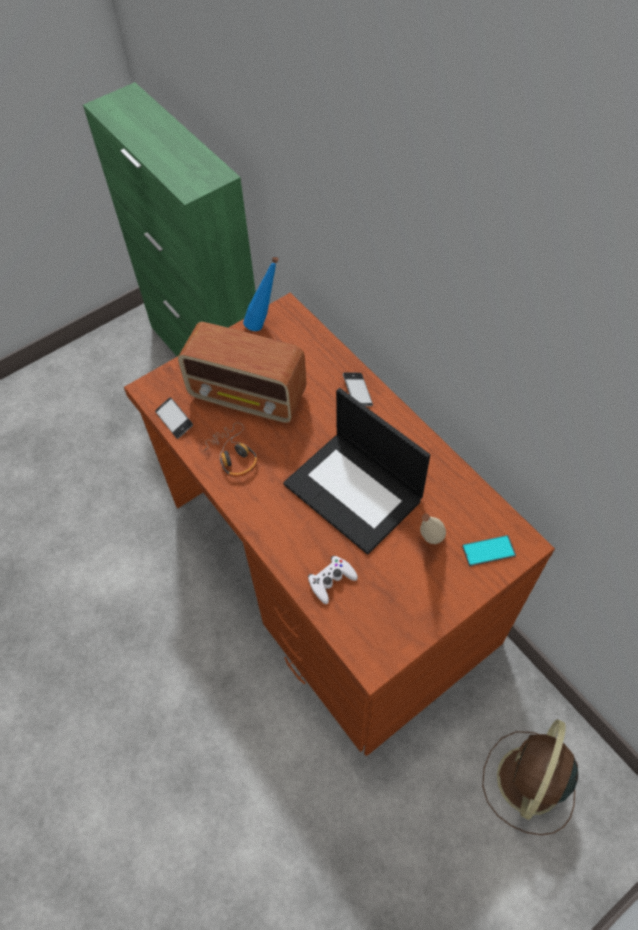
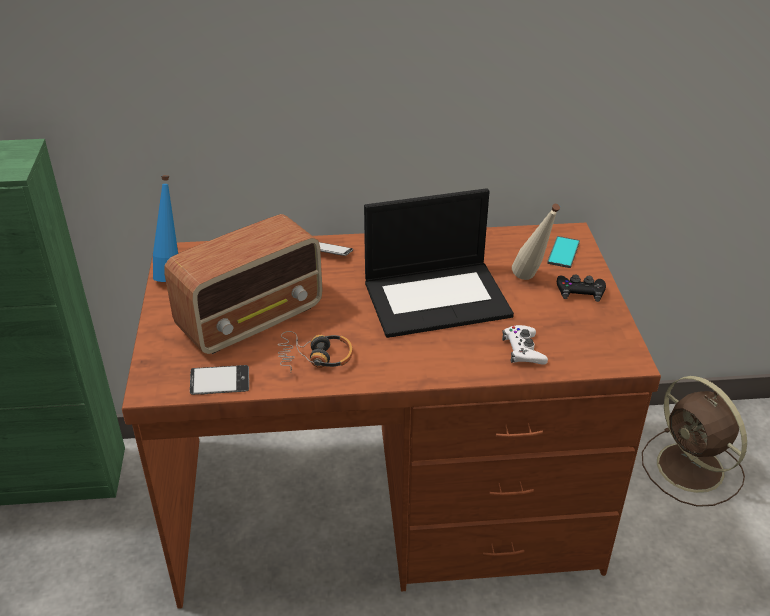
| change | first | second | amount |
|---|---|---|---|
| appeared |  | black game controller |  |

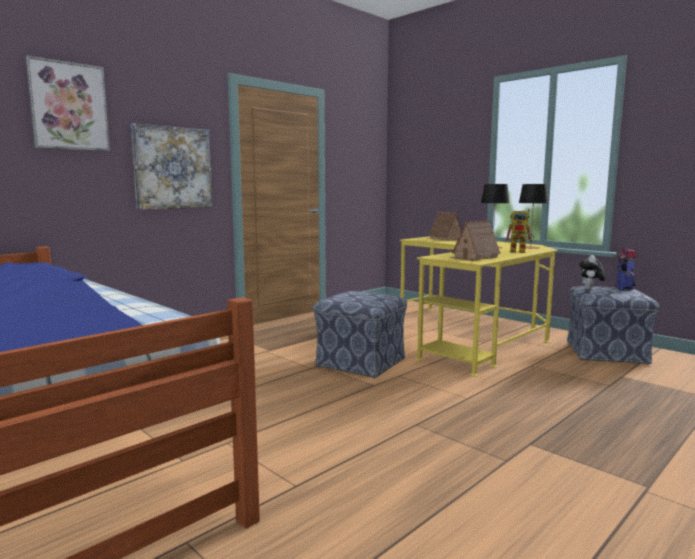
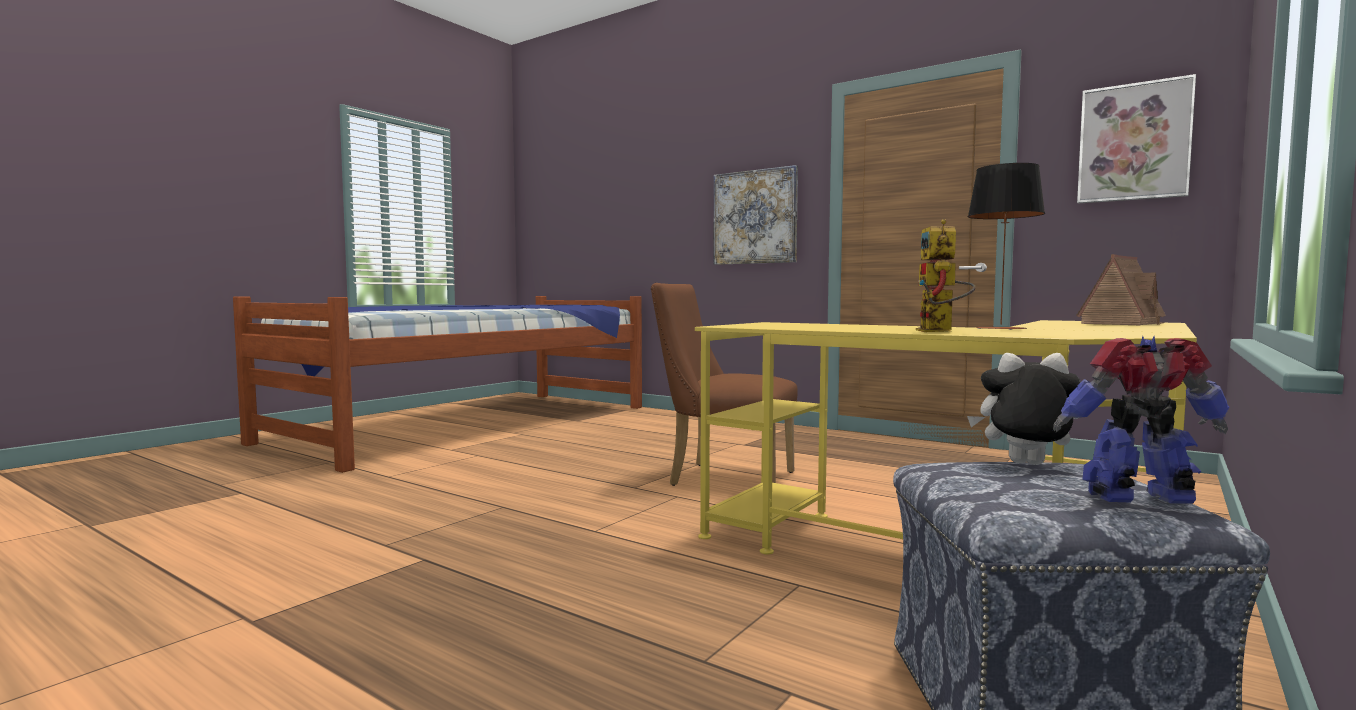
| change | first | second | amount |
|---|---|---|---|
| exchanged | ottoman (no. 1 from left) | brown chair |  |
| relocated | picture (no. 1 from left in the first image) | picture (no. 2 from left) |  |
| missing | toy house (no. 2 from left) |  |  |
| missing | table lamp (no. 2 from left) |  |  |

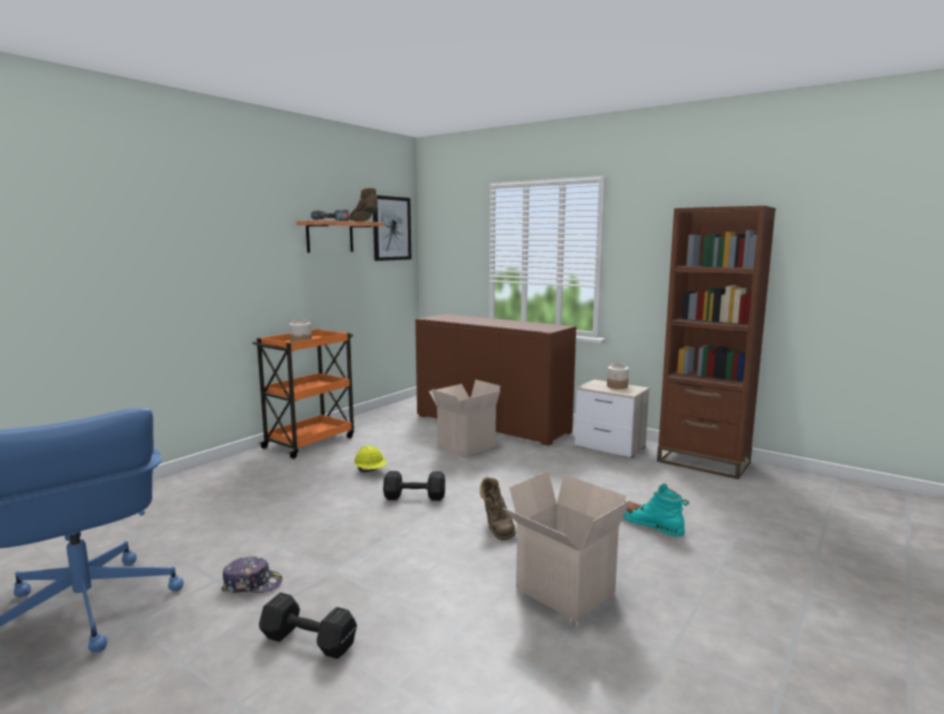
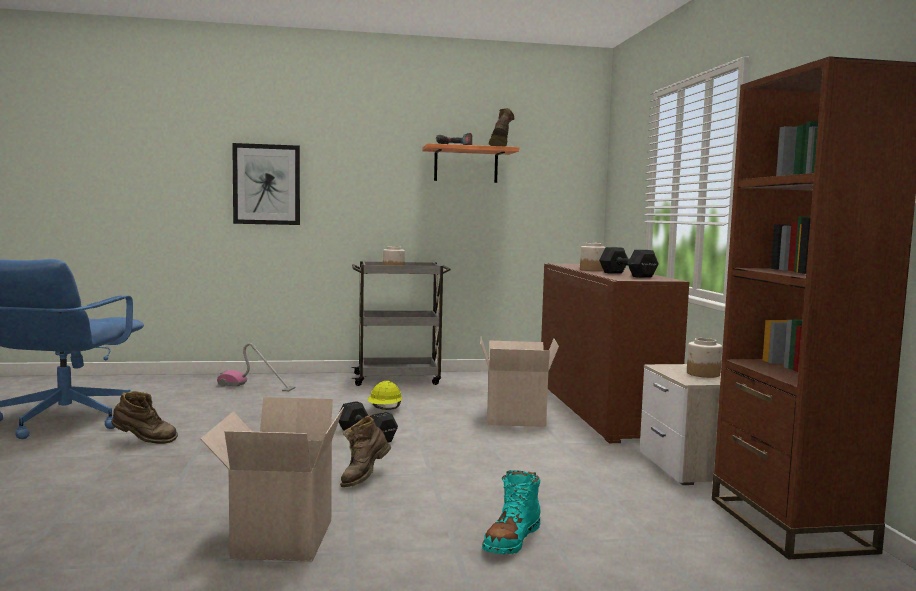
| change | first | second | amount |
|---|---|---|---|
| exchanged | cap | brown boot (no. 1 from left) |  |
| appeared |  | vacuum cleaner |  |
| relocated | picture |  |  |
| colour | orange cart | grey cart |  |
| spun | turquoise boot |  | 150 degrees counterclockwise |
| appeared |  | jar (no. 2 from left) |  |
| relocated | black dumbbell (no. 1 from left in the first image) | black dumbbell (no. 2 from left) |  |

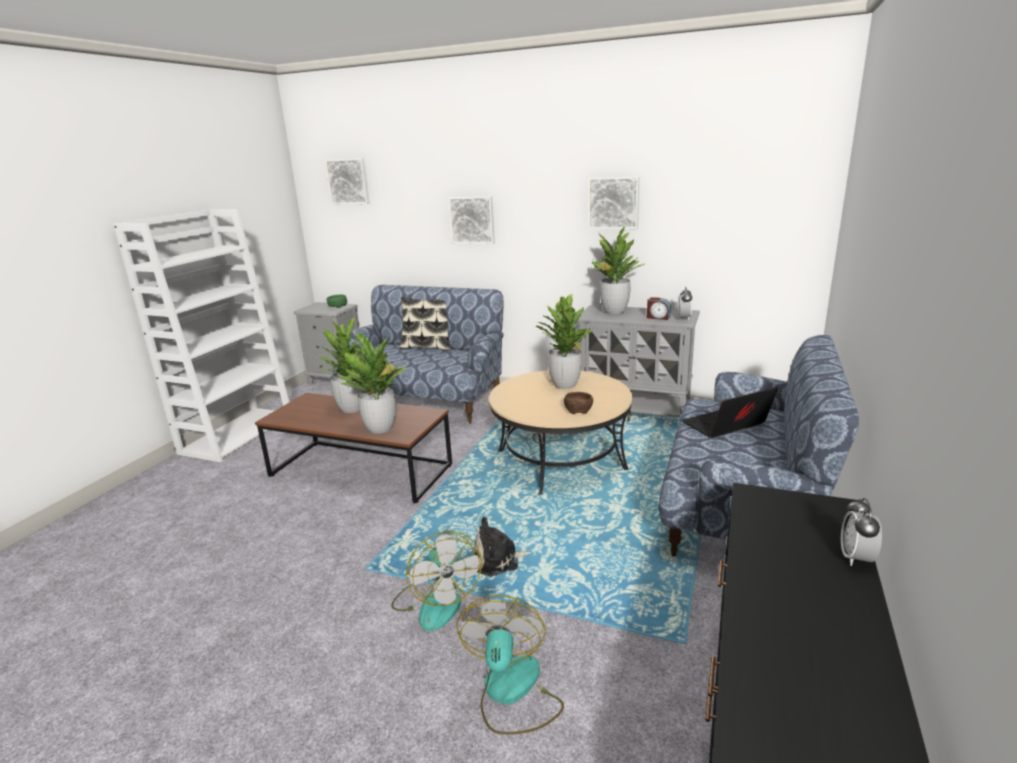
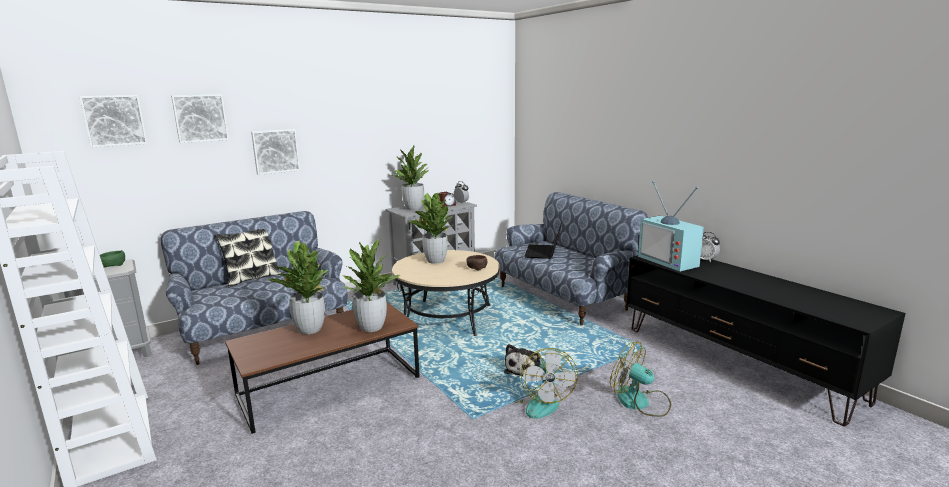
| change | first | second | amount |
|---|---|---|---|
| relocated | picture (no. 3 from left in the first image) | picture (no. 2 from left) |  |
| spun | fan (no. 1 from left) |  | 75 degrees clockwise |
| appeared |  | television |  |

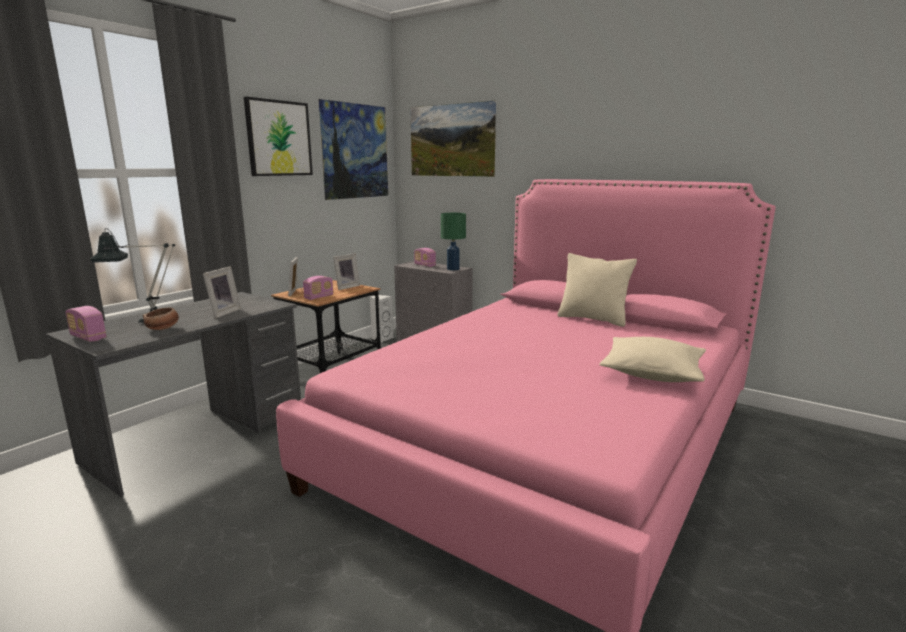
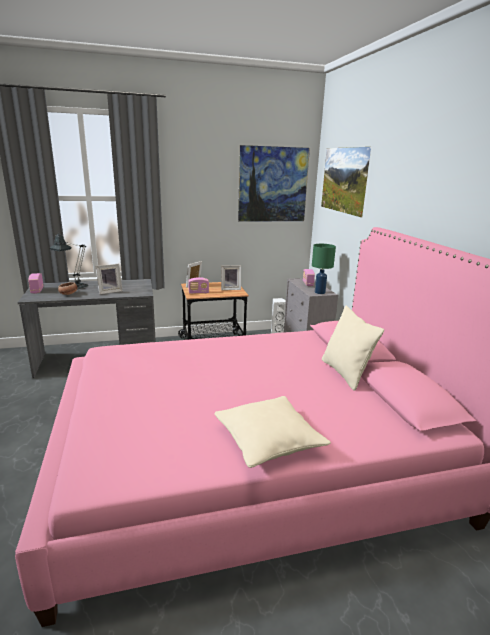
| change | first | second | amount |
|---|---|---|---|
| missing | picture (no. 1 from left) |  |  |

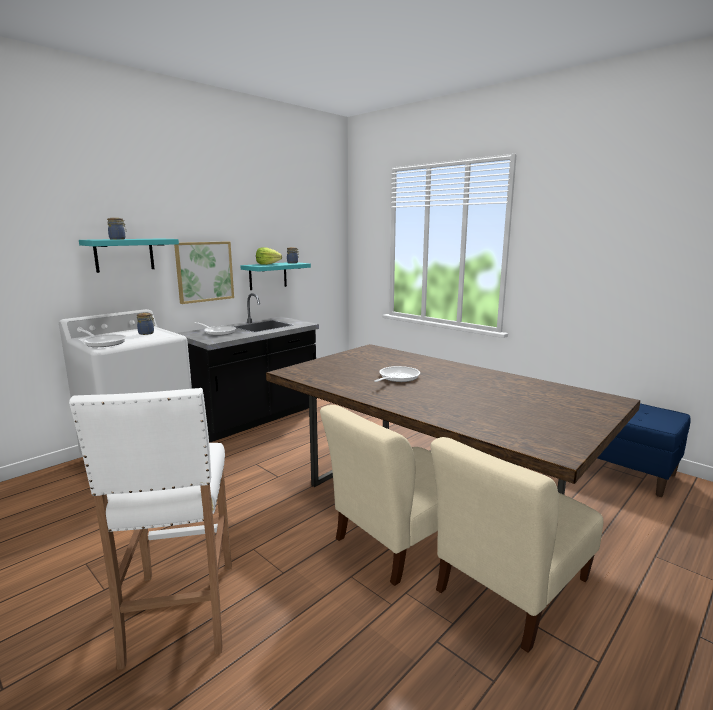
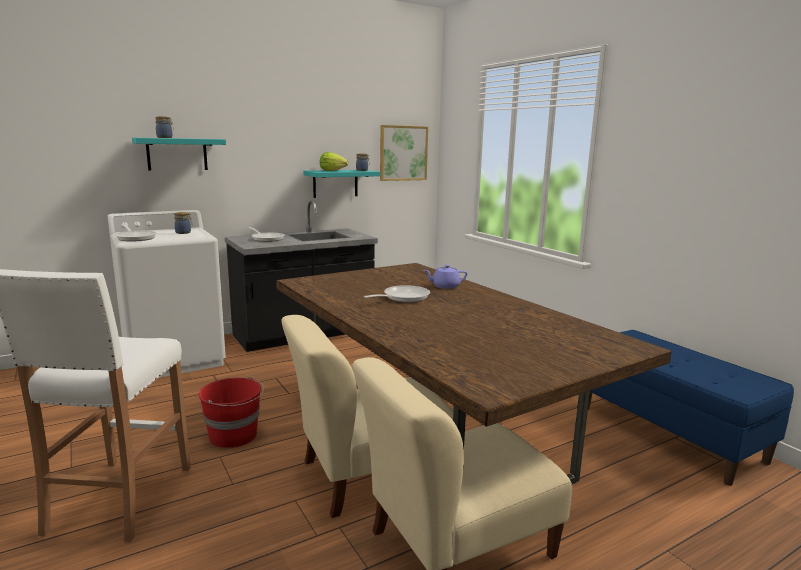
| change | first | second | amount |
|---|---|---|---|
| appeared |  | red bucket |  |
| relocated | picture |  |  |
| appeared |  | purple teapot |  |

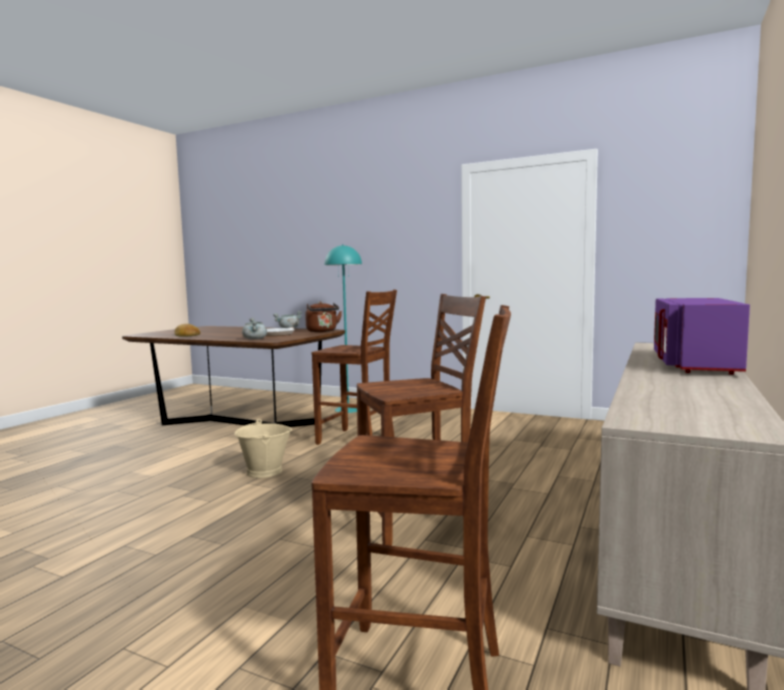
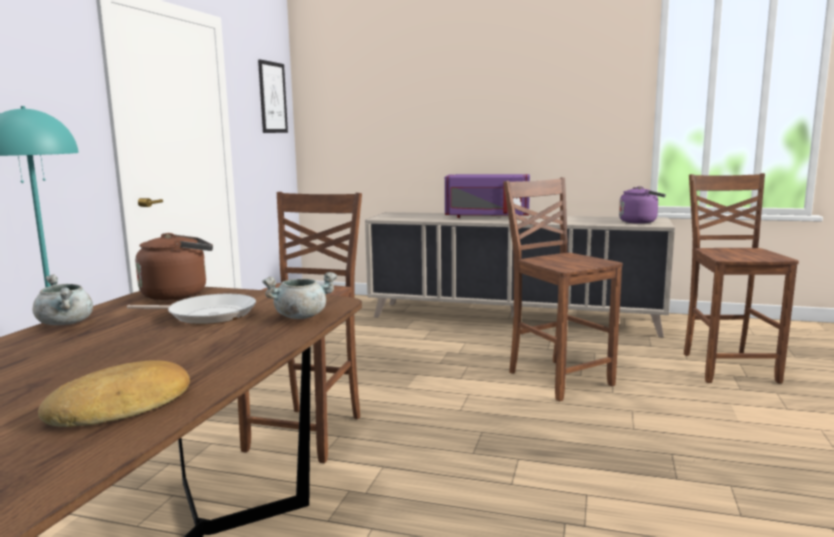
| change | first | second | amount |
|---|---|---|---|
| appeared |  | picture |  |
| appeared |  | purple kettle |  |
| missing | beige bucket |  |  |

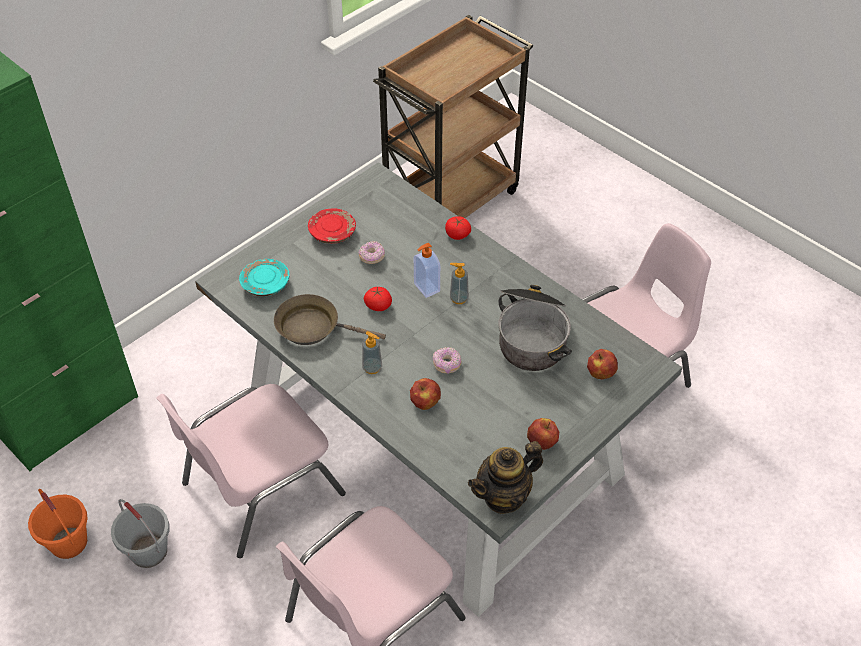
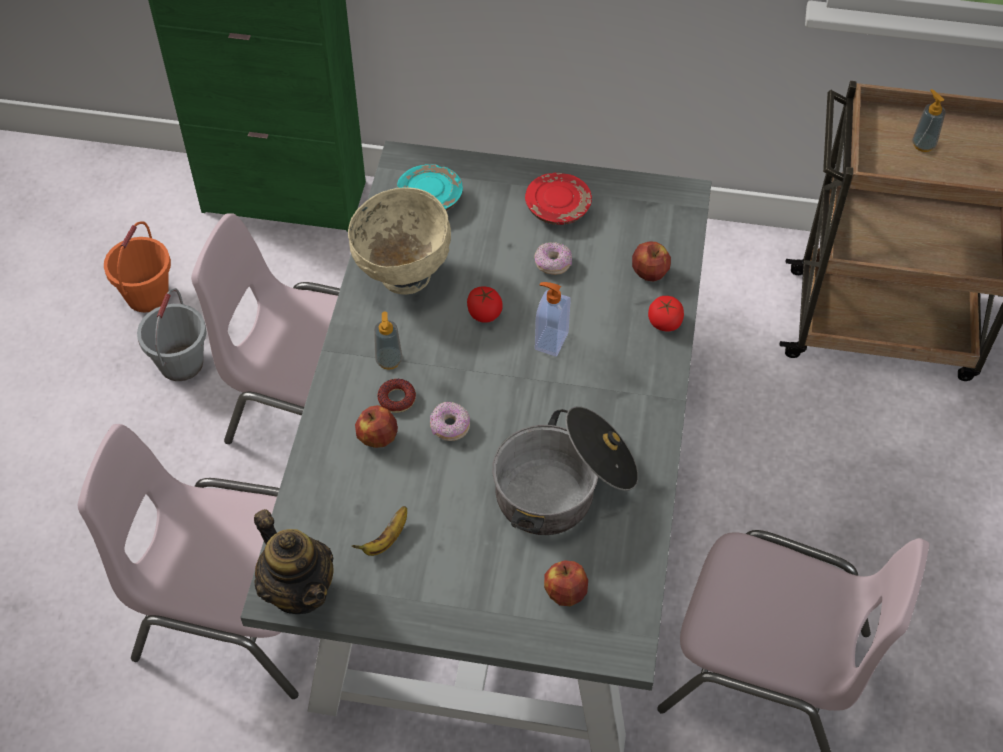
| change | first | second | amount |
|---|---|---|---|
| spun | teapot |  | 150 degrees counterclockwise |
| exchanged | brown frying pan | beige bowl |  |
| appeared |  | banana |  |
| appeared |  | donut (no. 1 from left) |  |
| relocated | apple (no. 2 from left in the first image) | apple (no. 3 from left) |  |
| relocated | soap dispenser (no. 3 from left) |  |  |

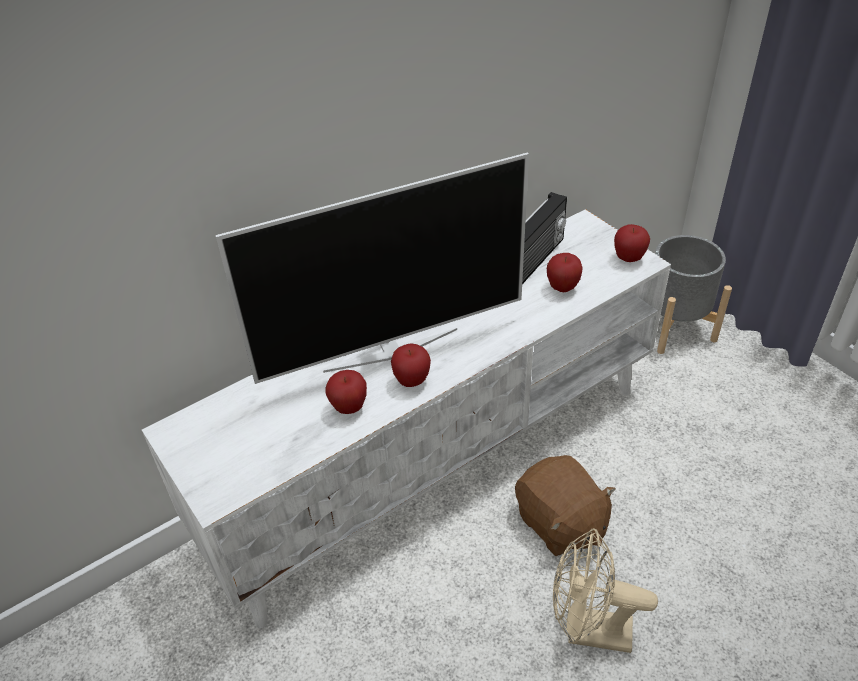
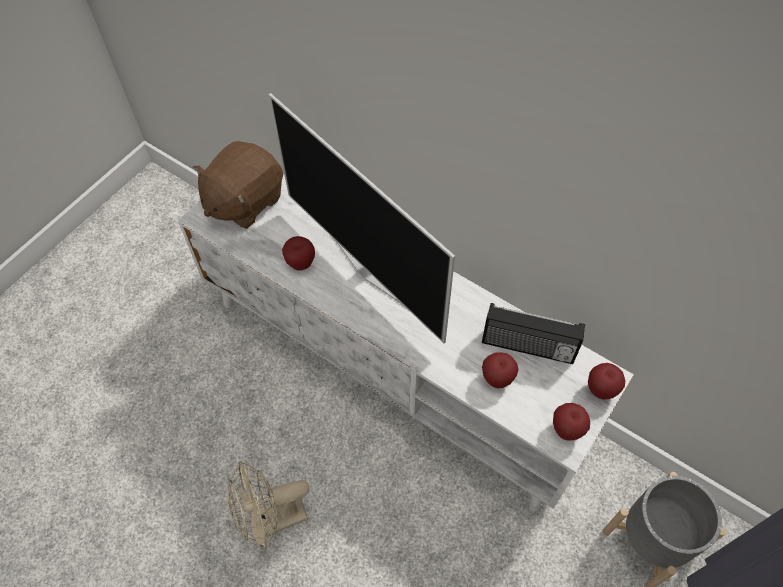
| change | first | second | amount |
|---|---|---|---|
| relocated | brown plush toy |  |  |
| spun | beige fan |  | 105 degrees counterclockwise |
| relocated | apple (no. 2 from left in the first image) | apple (no. 4 from left) |  |

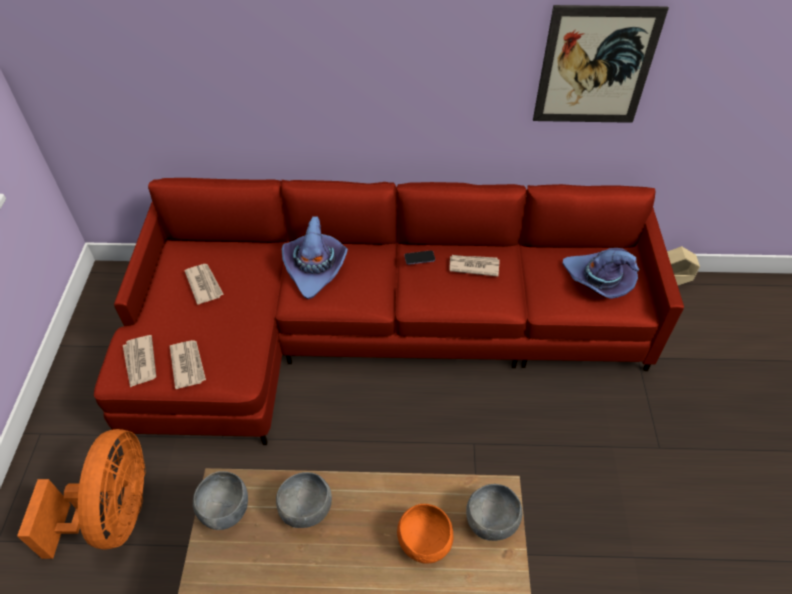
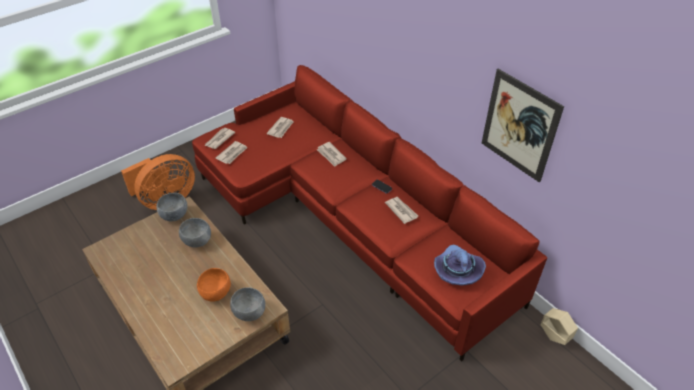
| change | first | second | amount |
|---|---|---|---|
| exchanged | purple hat (no. 1 from left) | newspaper (no. 4 from left) |  |

